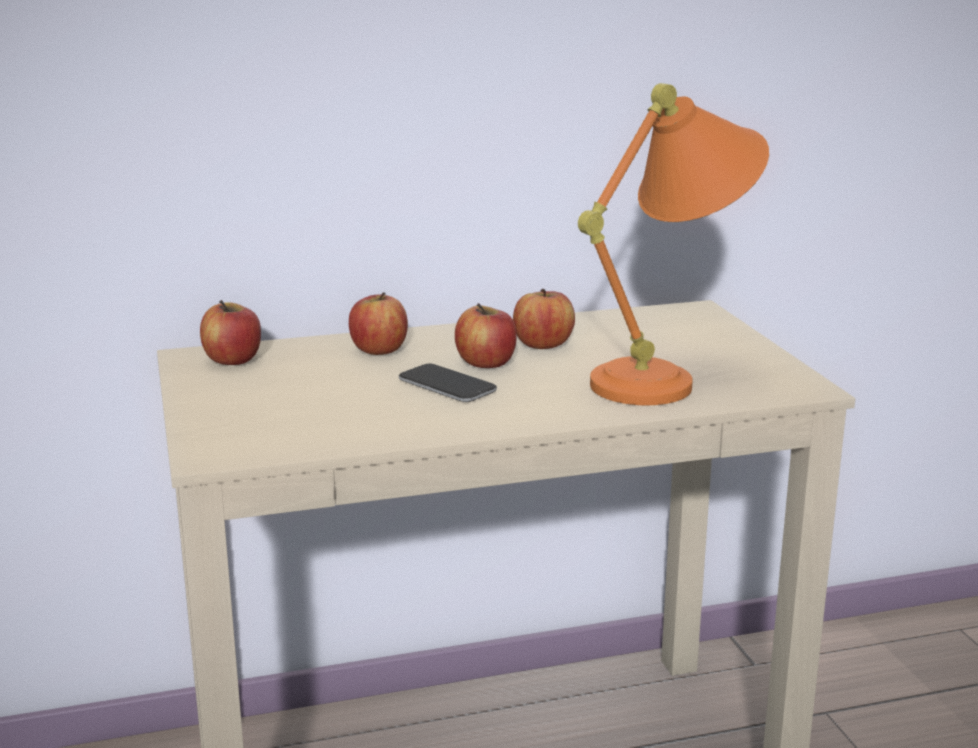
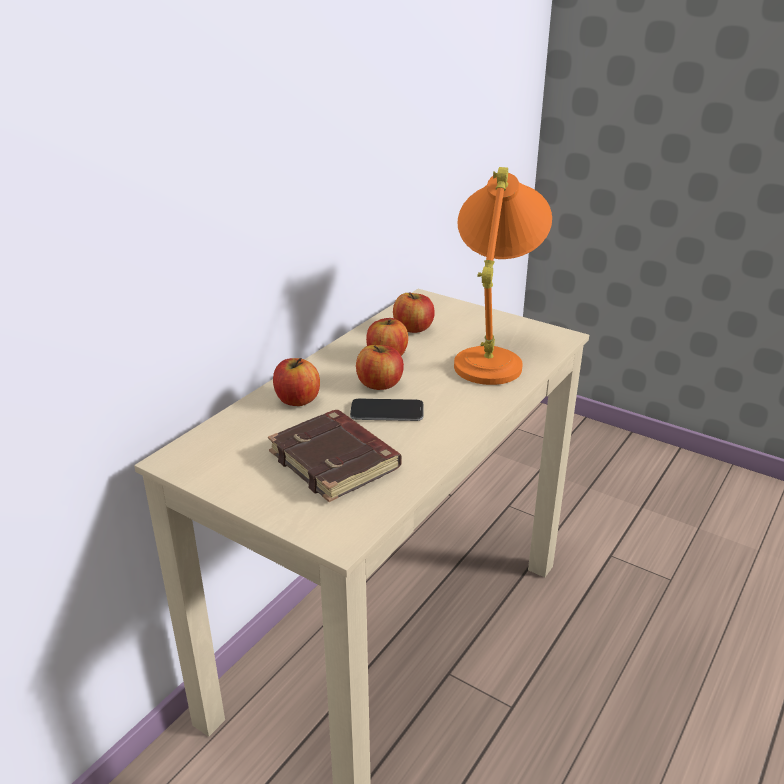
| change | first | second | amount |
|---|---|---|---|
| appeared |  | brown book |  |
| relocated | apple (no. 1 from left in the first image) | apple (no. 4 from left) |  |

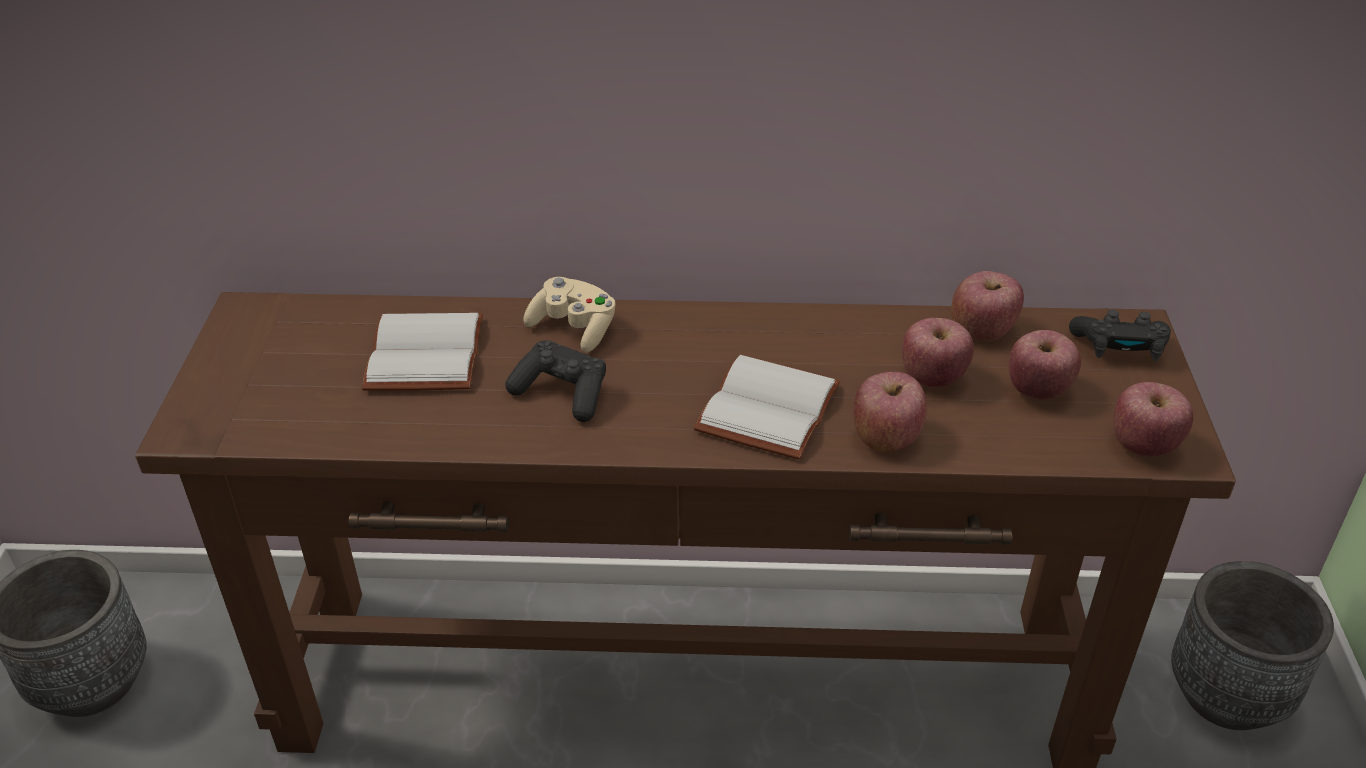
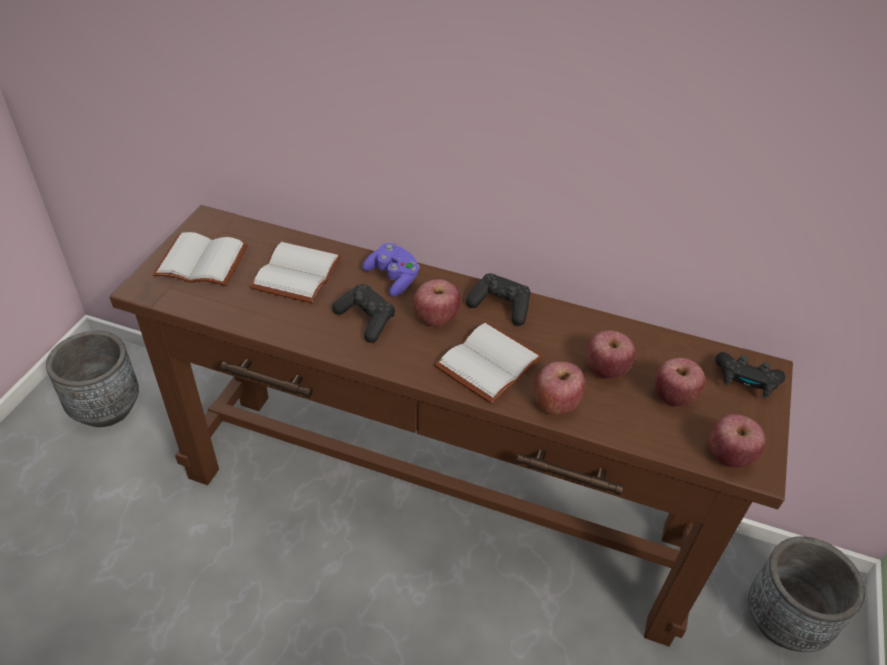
| change | first | second | amount |
|---|---|---|---|
| appeared |  | white book (no. 1 from left) |  |
| colour | beige game controller | purple game controller |  |
| relocated | apple (no. 3 from left in the first image) | apple (no. 1 from left) |  |
| appeared |  | black game controller (no. 2 from left) |  |

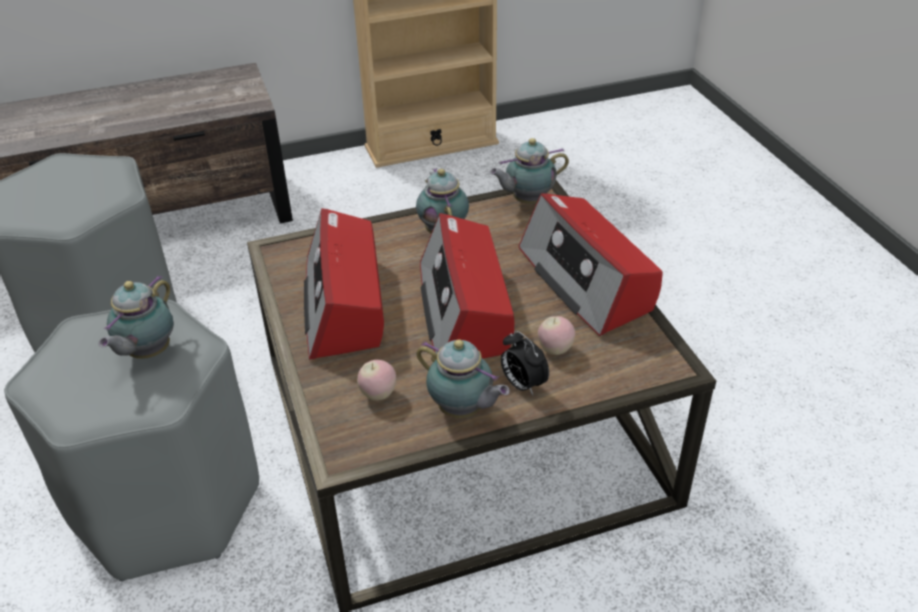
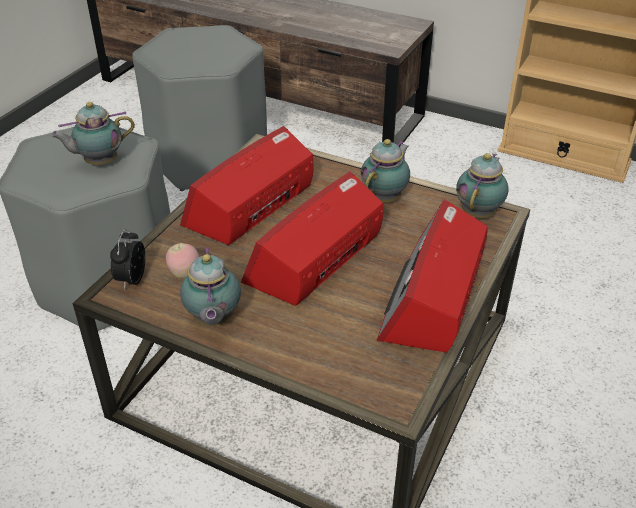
| change | first | second | amount |
|---|---|---|---|
| relocated | alarm clock |  |  |
| spun | teapot (no. 4 from left) |  | 90 degrees clockwise |
| missing | apple (no. 2 from left) |  |  |

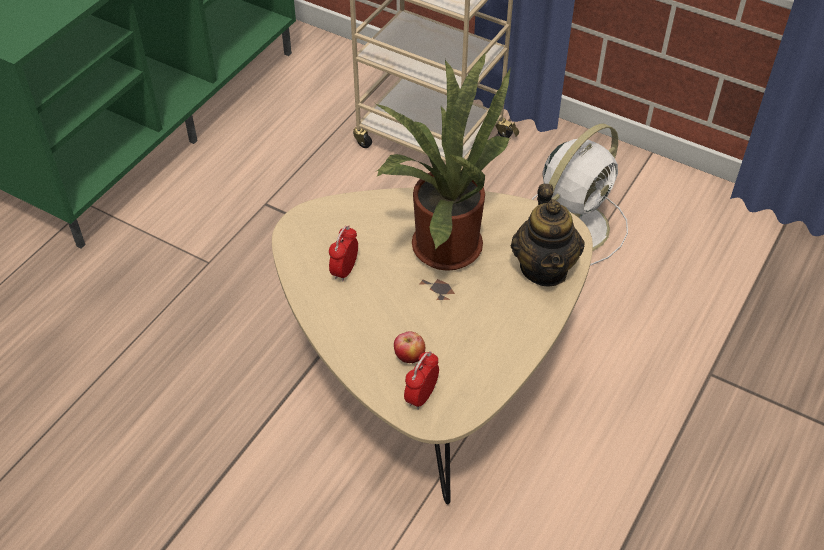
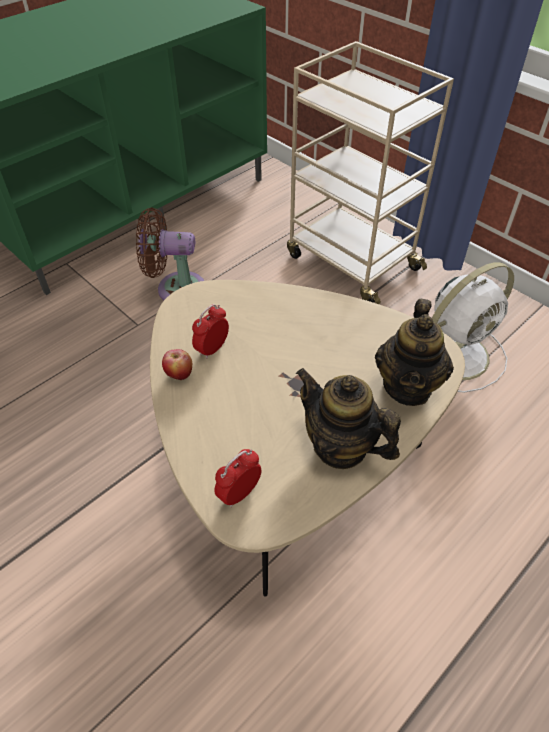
| change | first | second | amount |
|---|---|---|---|
| appeared |  | brown fan |  |
| relocated | apple |  |  |
| appeared |  | teapot (no. 1 from left) |  |
| missing | potted plant |  |  |

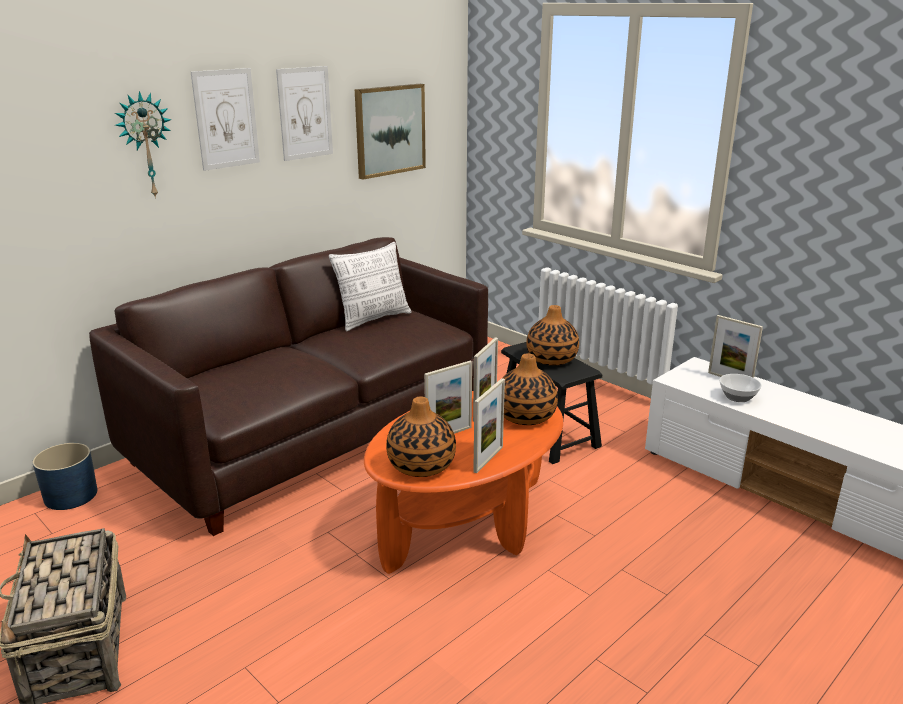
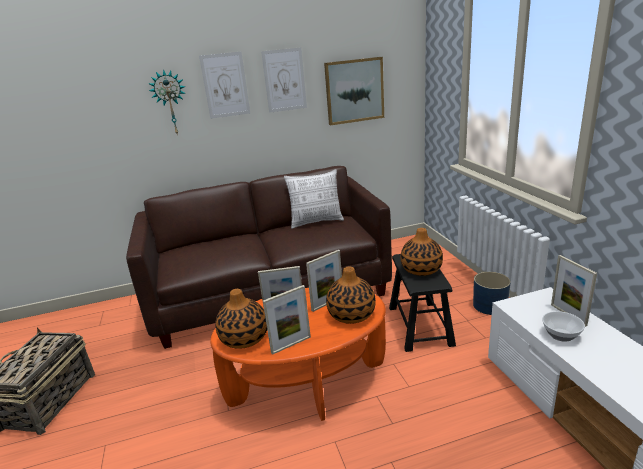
| change | first | second | amount |
|---|---|---|---|
| relocated | blue planter |  |  |

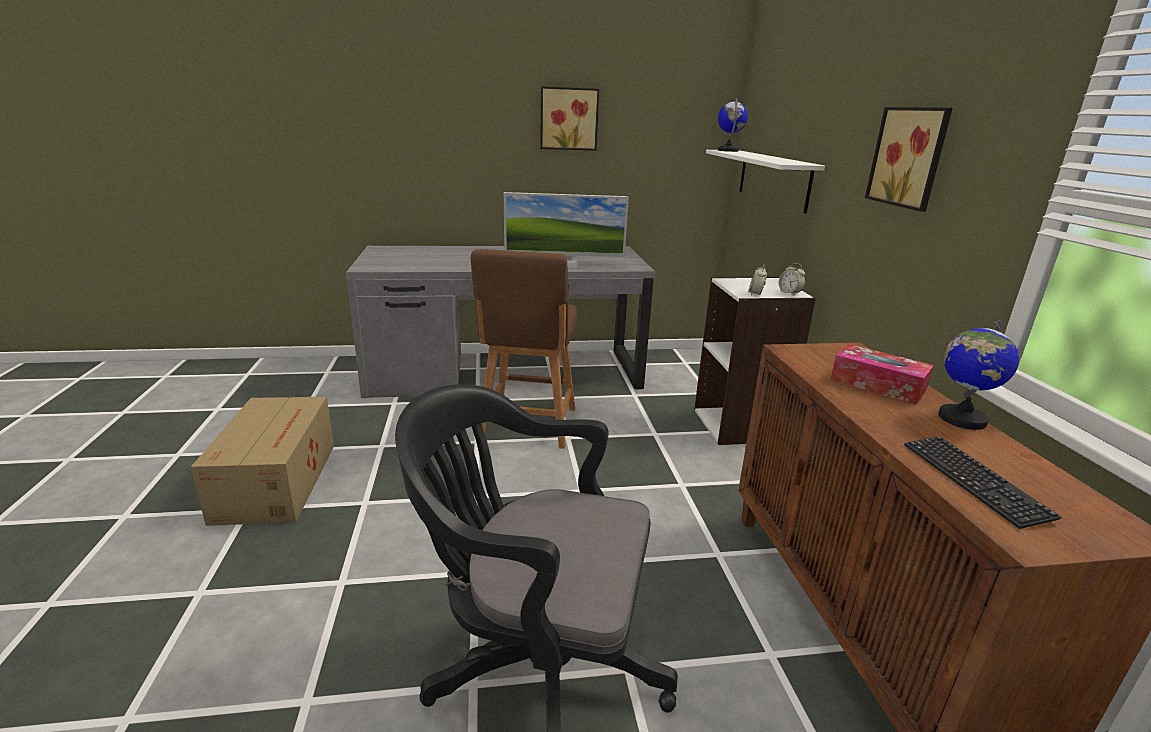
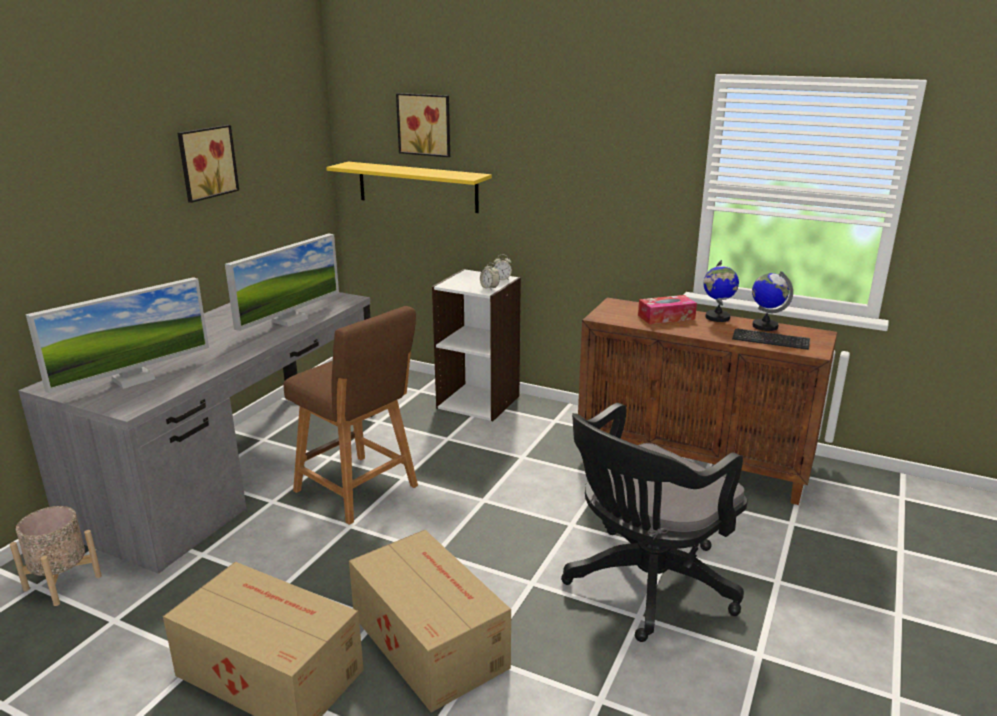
| change | first | second | amount |
|---|---|---|---|
| appeared |  | beige planter |  |
| appeared |  | monitor (no. 1 from left) |  |
| colour | white shelf | yellow shelf |  |
| appeared |  | cardboard box (no. 2 from left) |  |
| relocated | picture (no. 2 from left) |  |  |
| relocated | globe (no. 1 from left in the first image) | globe (no. 2 from left) |  |

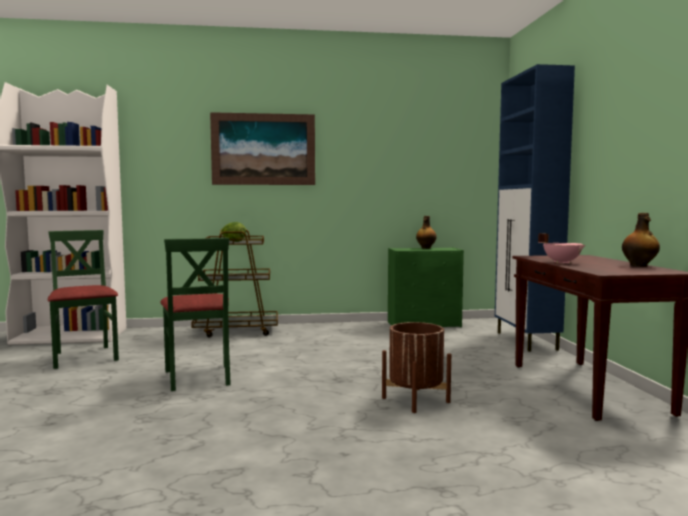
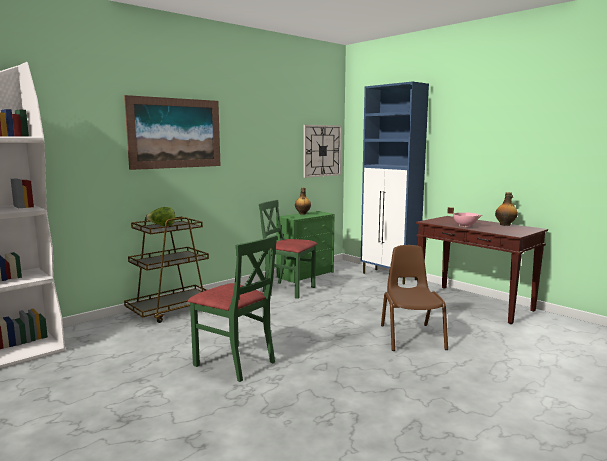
| change | first | second | amount |
|---|---|---|---|
| relocated | green chair (no. 1 from left in the first image) | green chair (no. 2 from left) |  |
| appeared |  | wall clock |  |
| exchanged | brown planter | brown chair |  |

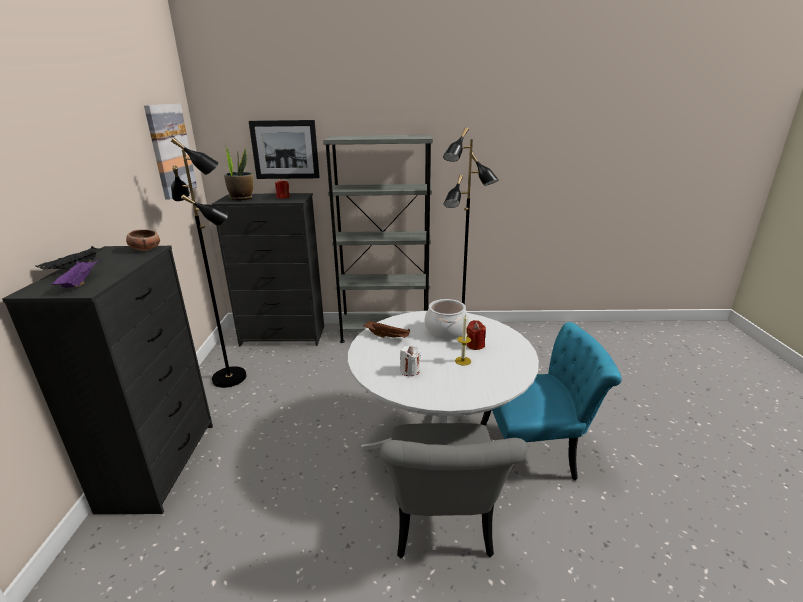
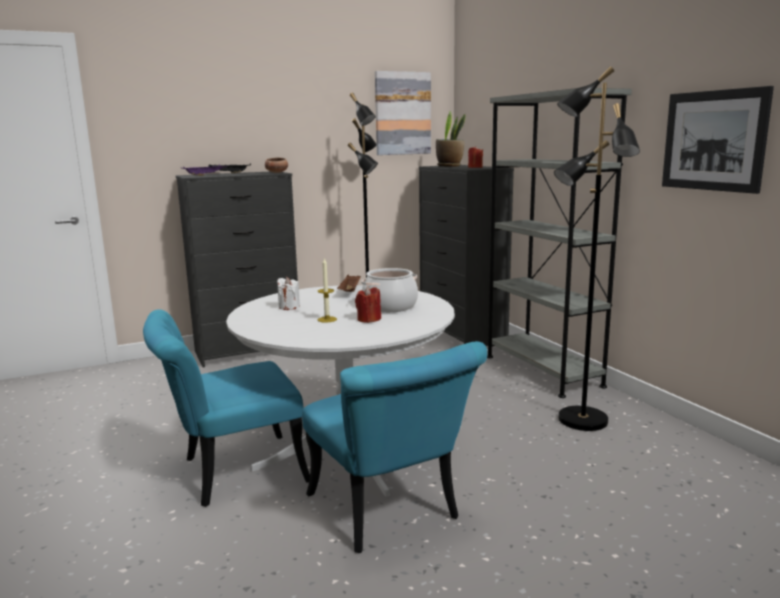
| change | first | second | amount |
|---|---|---|---|
| colour | grey chair | turquoise chair (no. 1 from left) |  |
| relocated | picture (no. 2 from left) |  |  |

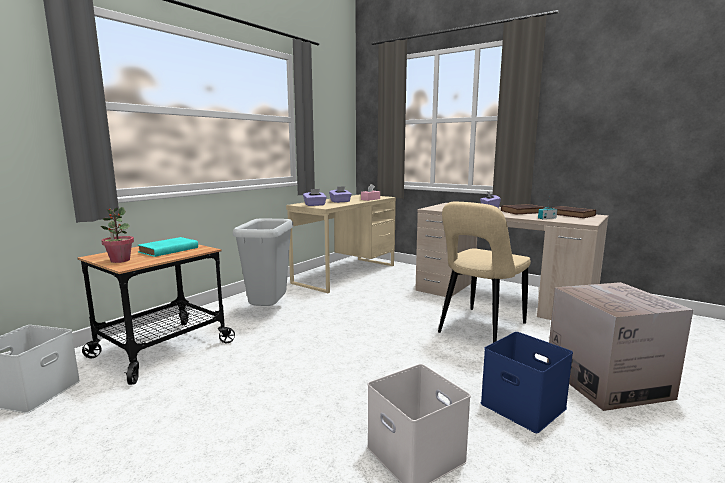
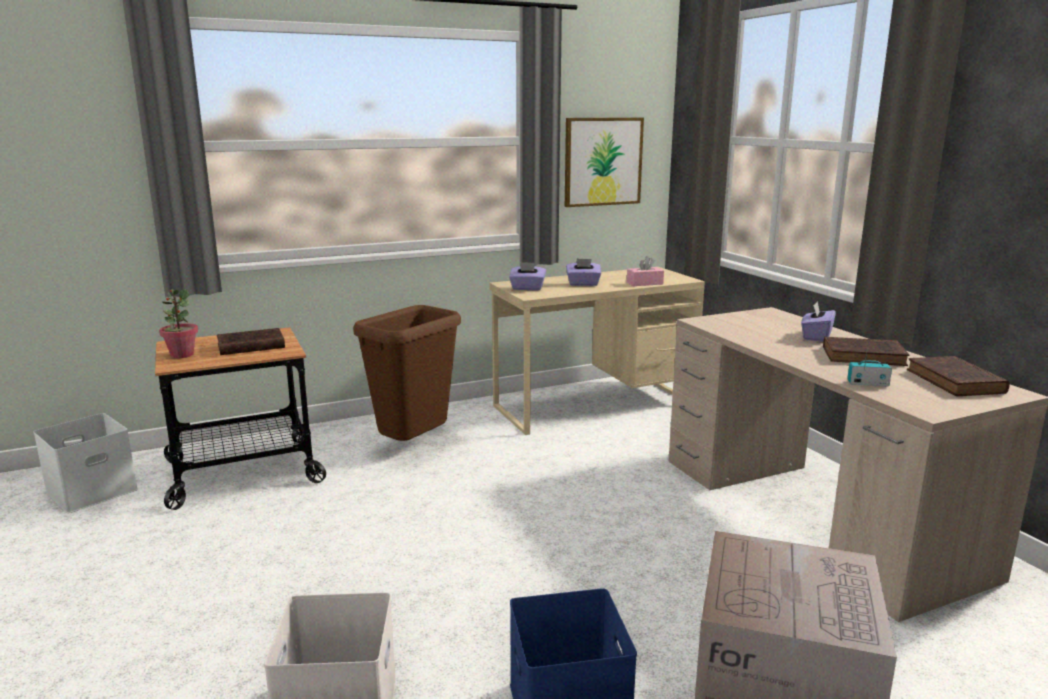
| change | first | second | amount |
|---|---|---|---|
| colour | turquoise book | brown book (no. 1 from left) |  |
| colour | grey trash can | brown trash can |  |
| appeared |  | picture |  |
| missing | beige chair |  |  |

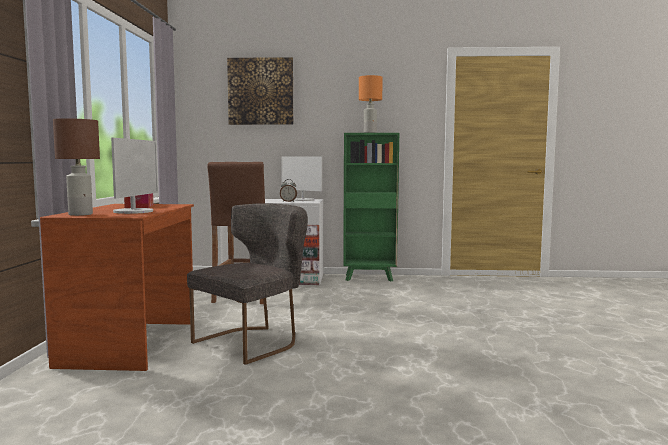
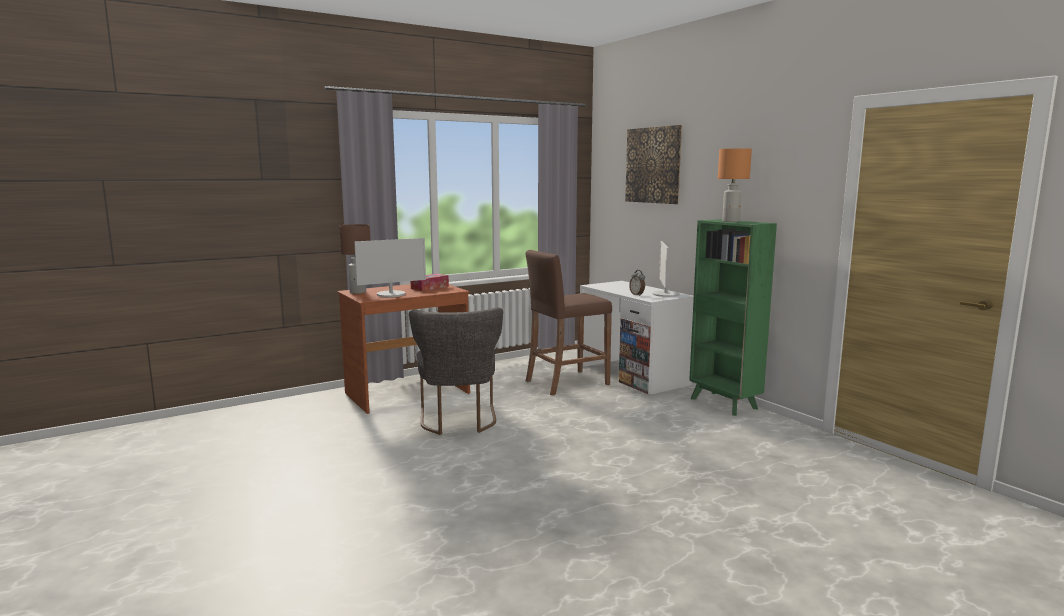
| change | first | second | amount |
|---|---|---|---|
| spun | grey chair |  | 75 degrees clockwise |

